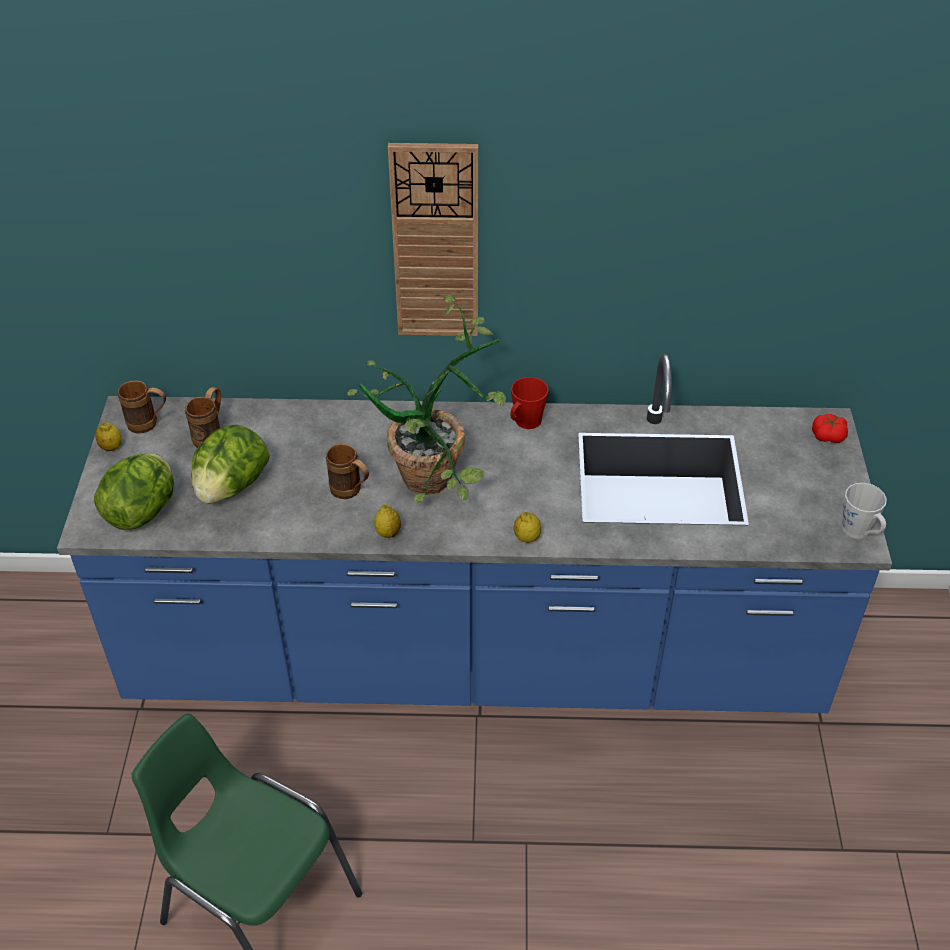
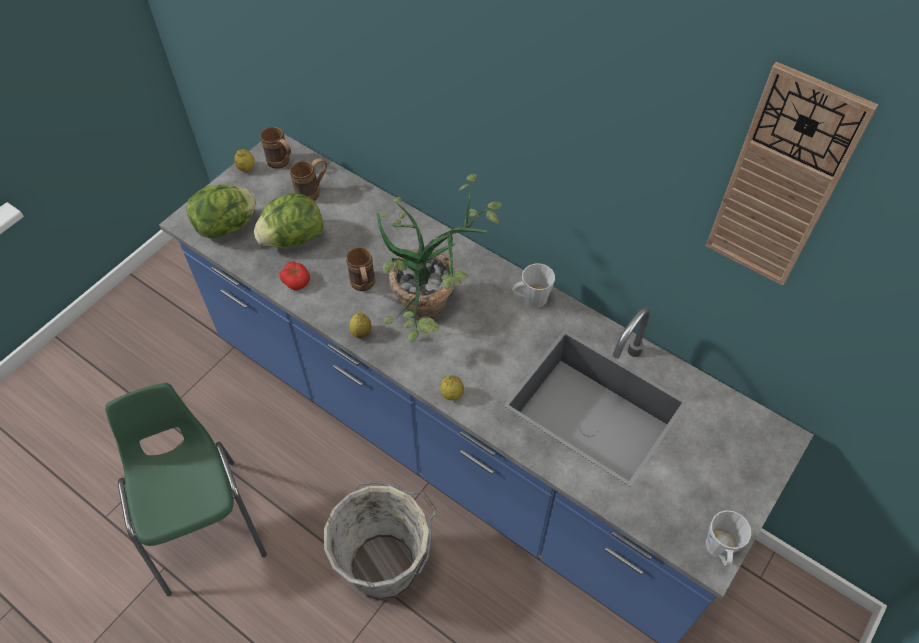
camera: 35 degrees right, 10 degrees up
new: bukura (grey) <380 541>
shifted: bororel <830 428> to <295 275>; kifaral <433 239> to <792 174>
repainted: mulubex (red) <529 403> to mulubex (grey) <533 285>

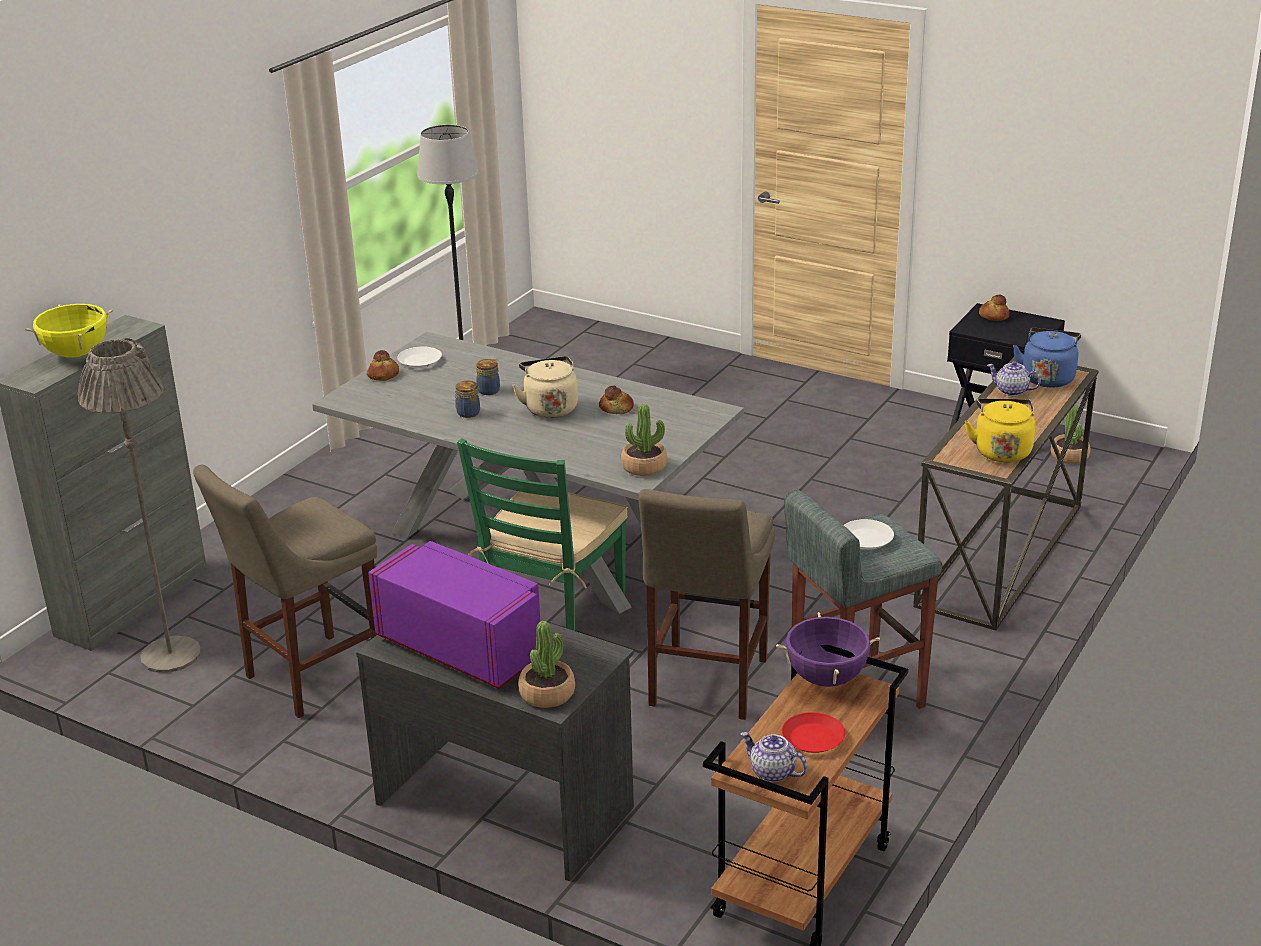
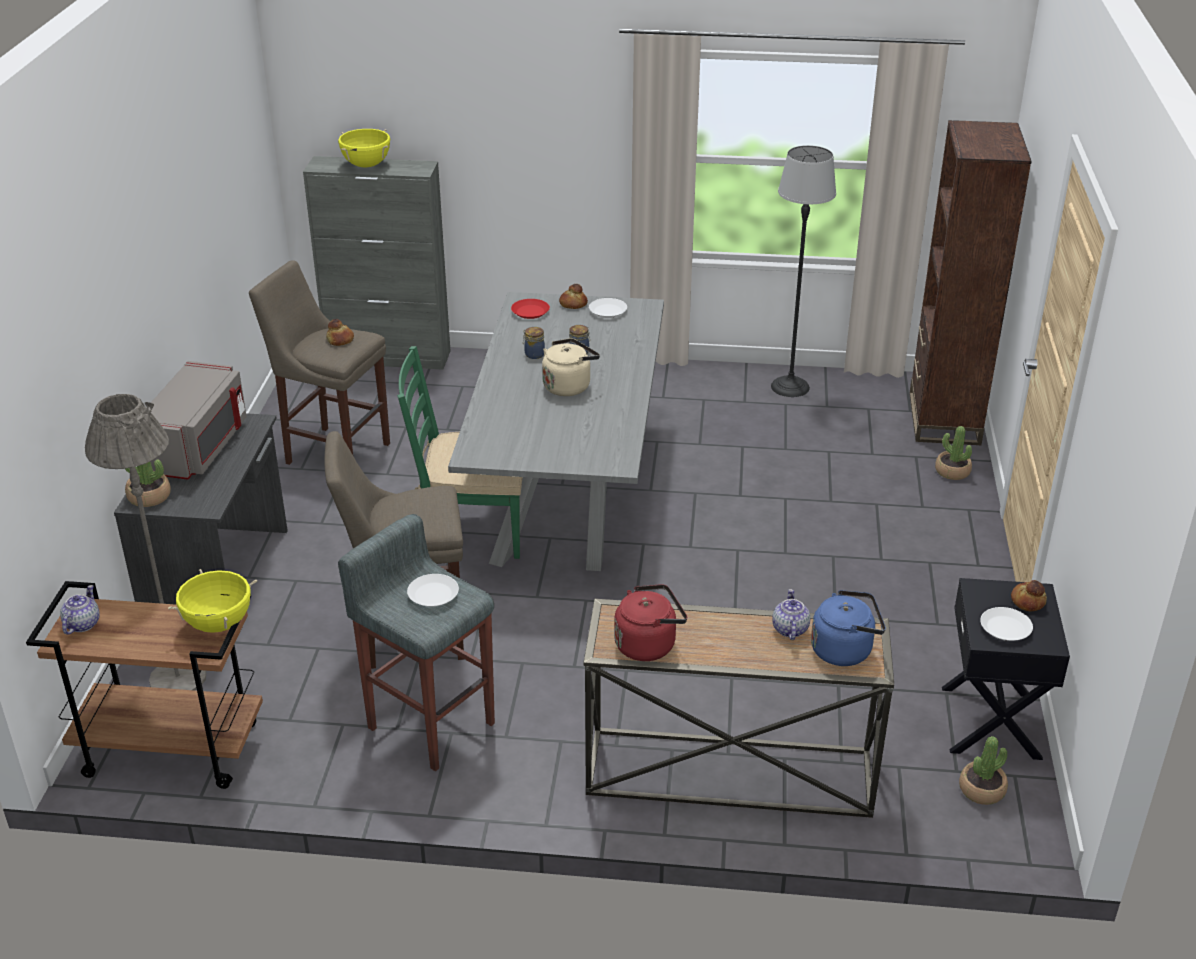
camera: 65 degrees right, 5 degrees up
new: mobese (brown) <970 282>; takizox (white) <1006 624>
shifted: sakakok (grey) <139 505> to <146 542>; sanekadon <616 400> to <340 332>; takizox (red) <813 732> to <530 309>; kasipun <644 440> to <953 453>
repainted: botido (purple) <454 615> to botido (grey) <197 420>; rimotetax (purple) <828 649> to rimotetax (yellow) <212 601>; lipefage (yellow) <1000 431> to lipefage (red) <650 622>

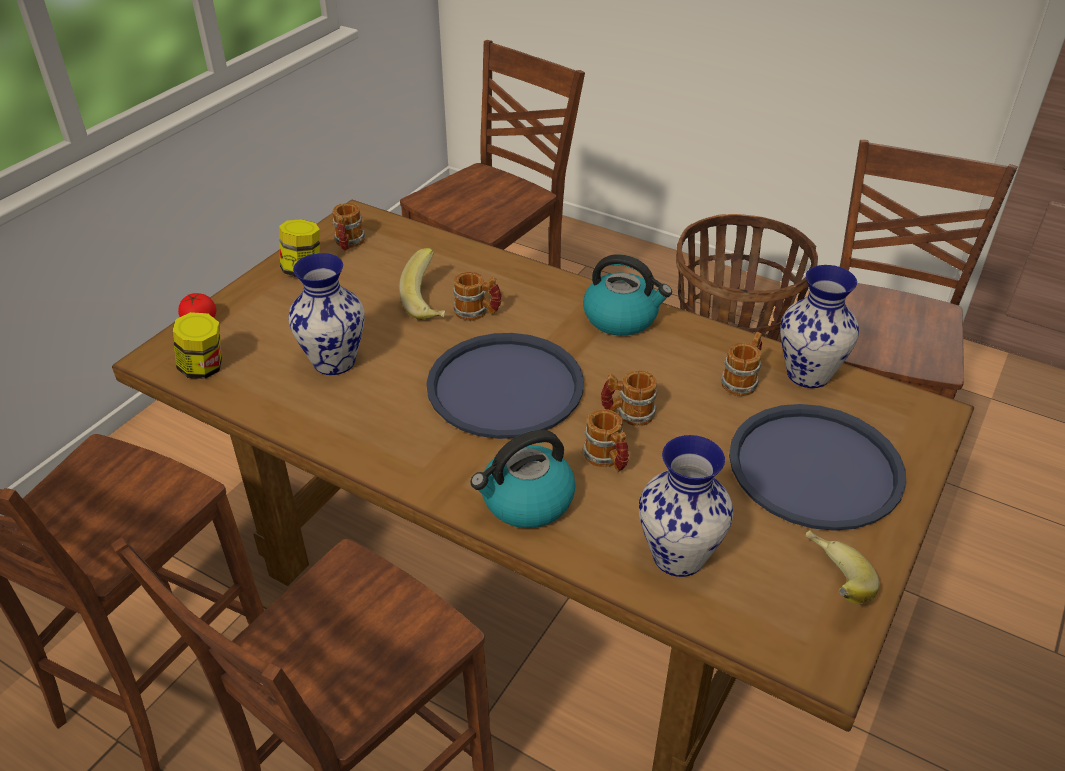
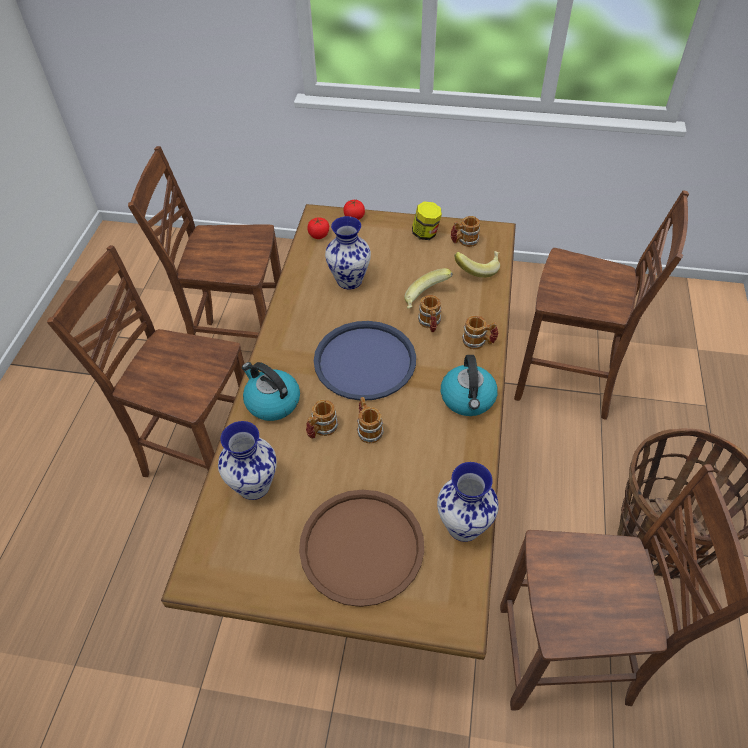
camera: 70 degrees right, 10 degrees up
shifted: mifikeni <843 567> to <477 264>; mulubex <741 364> to <480 332>
swapped: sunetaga <197 345> to bororel <318 228>
repainted: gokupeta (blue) <817 467> to gokupeta (brown) <361 548>

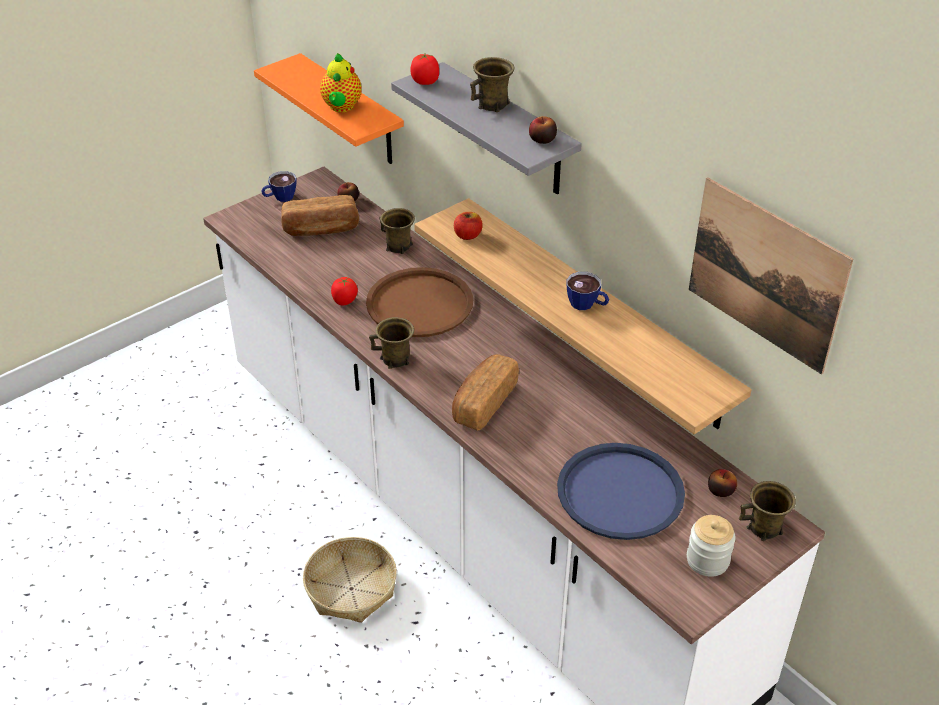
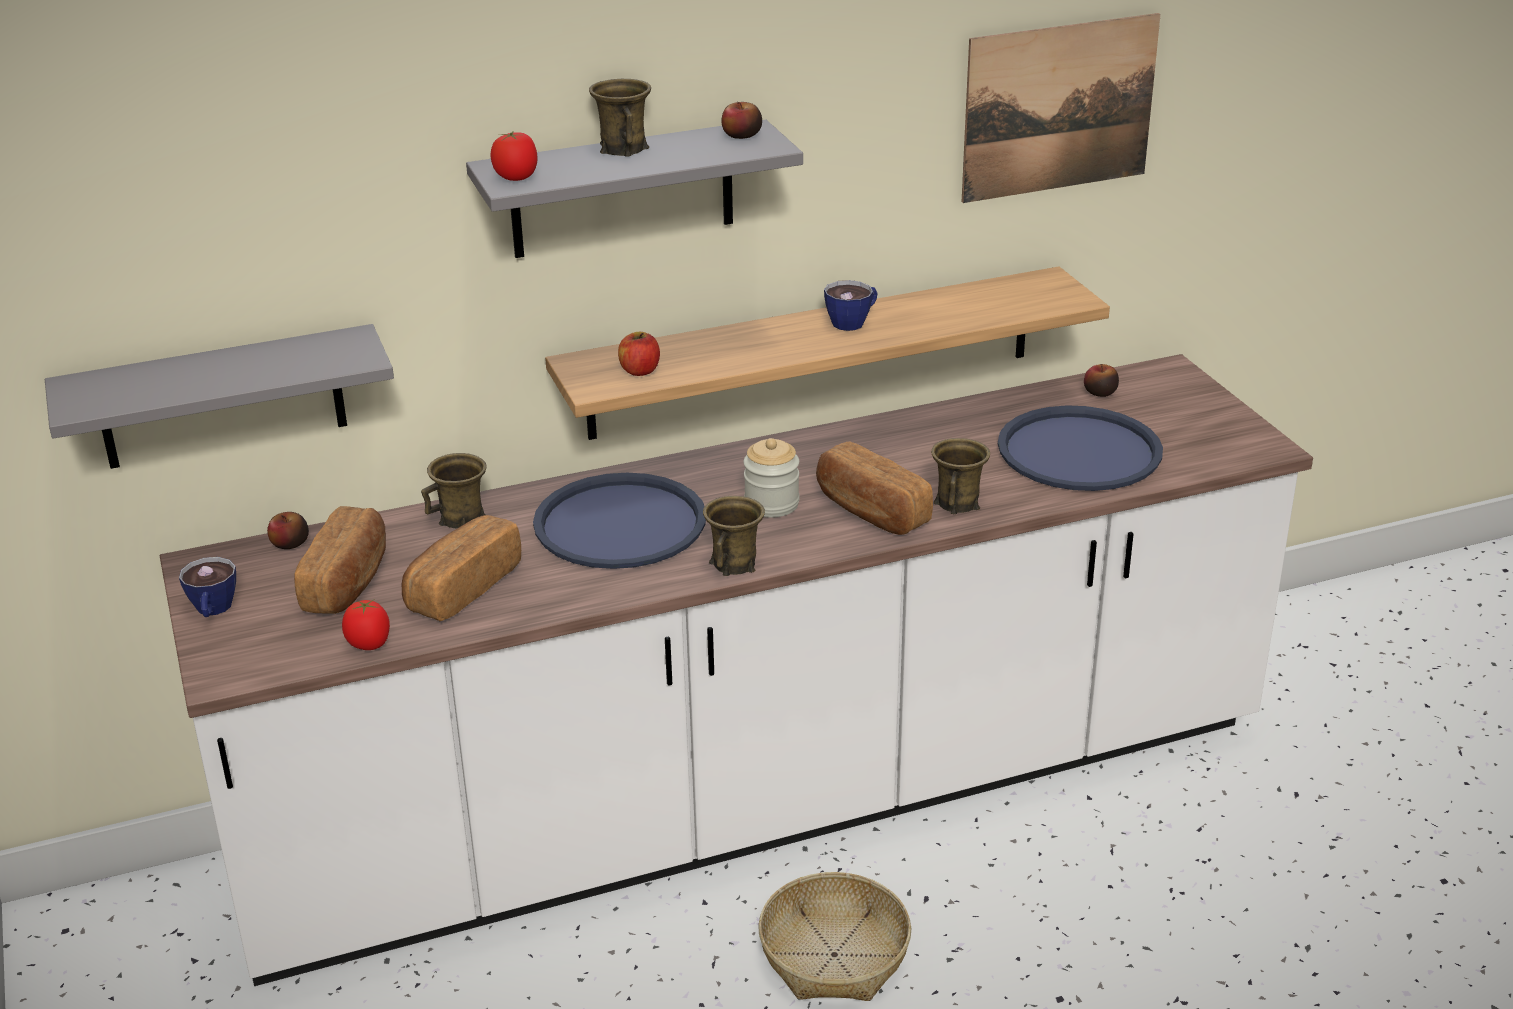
camera: 70 degrees left, 10 degrees down
gone: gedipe <340 82>
new: sanekadon <461 568>
shifted: bororel <344 291> to <366 624>; sunetaga <711 546> to <771 478>; mulubex (brown) <767 511> to <960 476>
repainted: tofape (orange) <329 108> to tofape (grey) <219 396>; gokupeta (brown) <419 302> to gokupeta (blue) <619 521>

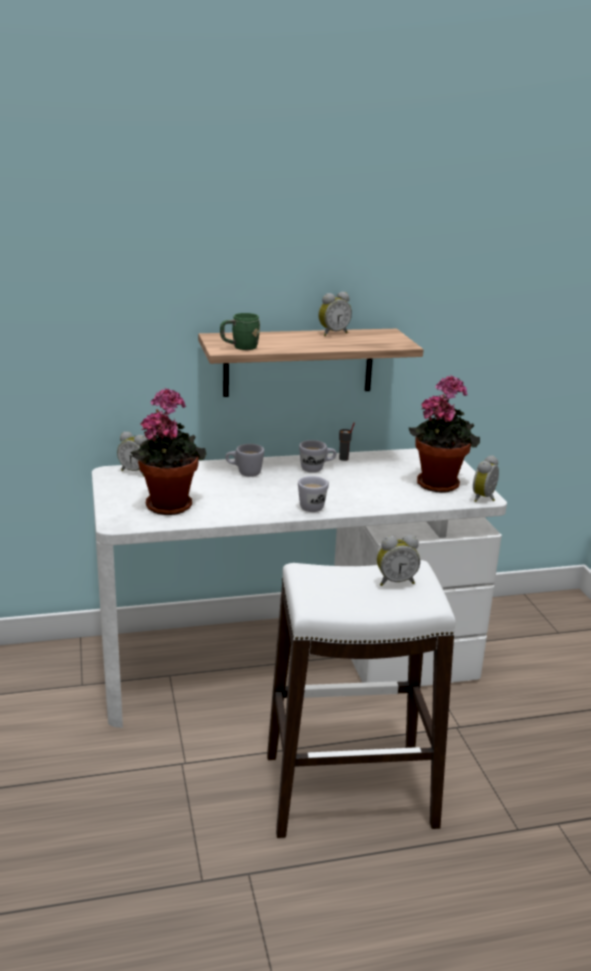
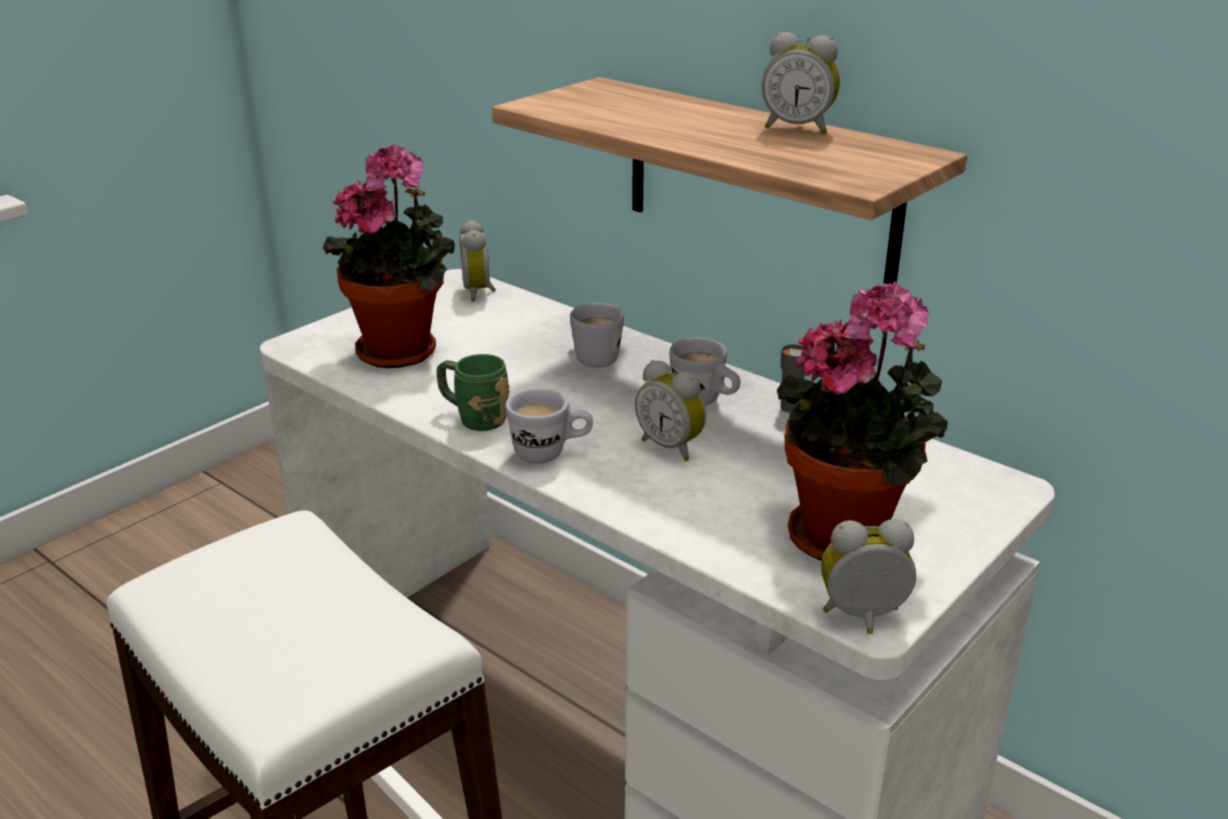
camera: 55 degrees right, 5 degrees up
shifted: mulubex (green) <240 331> to <473 392>; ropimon <398 560> to <670 410>

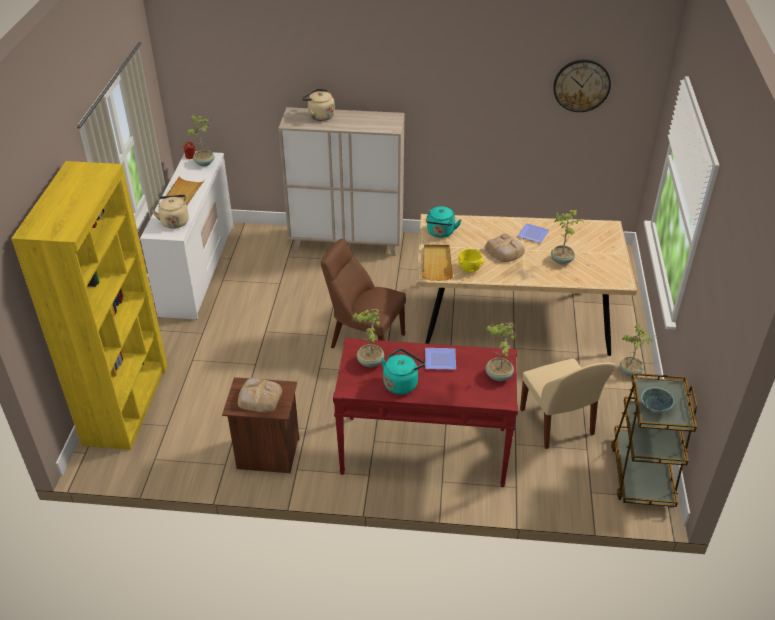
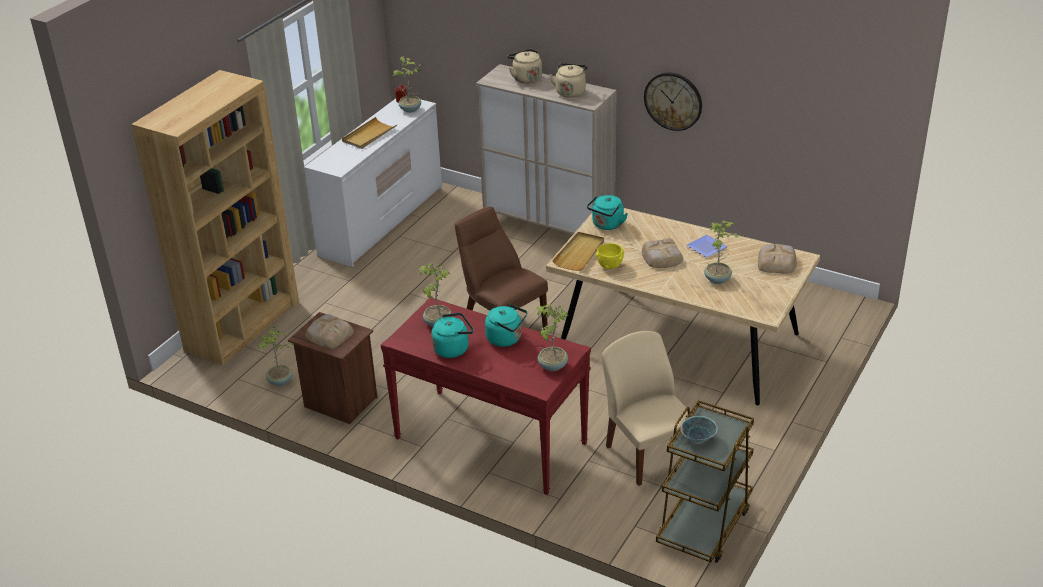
camera: 25 degrees right, 5 degrees down
new: sanekadon <777 259>
shifted: kasipun <638 350> to <276 355>; lipefage (beige) <170 212> to <568 80>; kifaral <582 85> to <673 101>
swapped: takizox <440 359> to lipefage (turquoise) <506 325>
repainted: mobese (yellow) <89 305> to mobese (brown) <215 217>
rotated: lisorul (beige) <568 404> = <646 408> 150 degrees clockwise

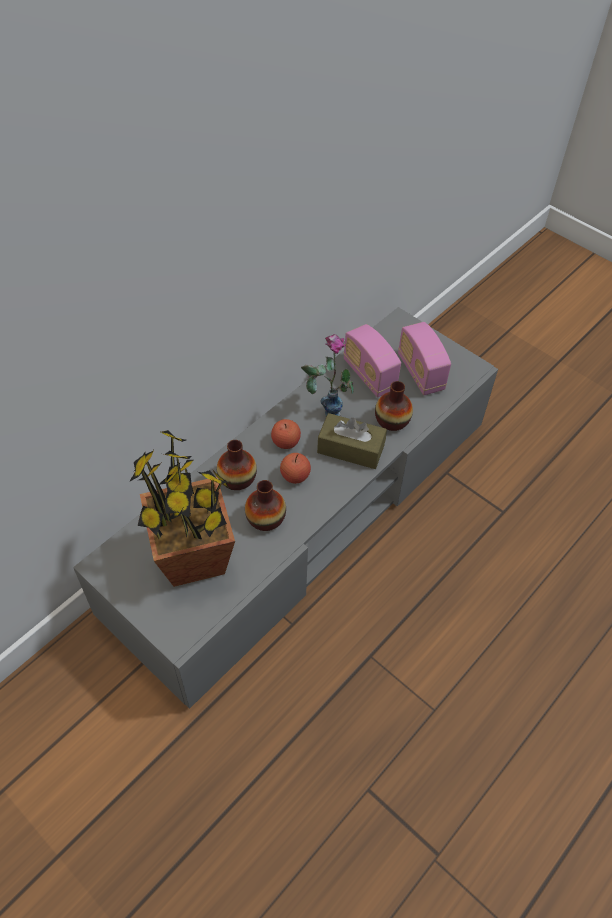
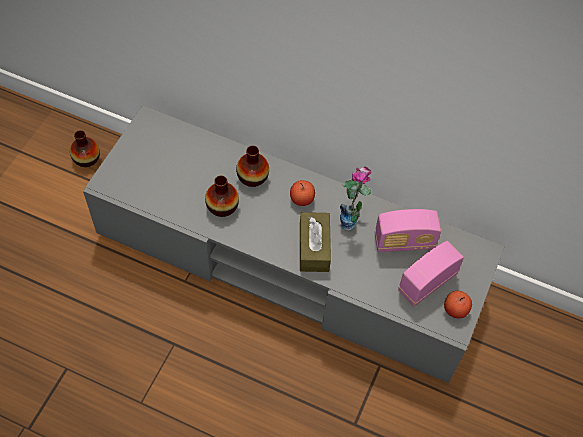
camera: 70 degrees right, 5 degrees up
gone: kasipun <182 508>
shifted: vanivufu <394 406> to <85 148>; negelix <295 468> to <458 304>
rotated: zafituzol <372 360> = <408 230> 135 degrees counterclockwise

